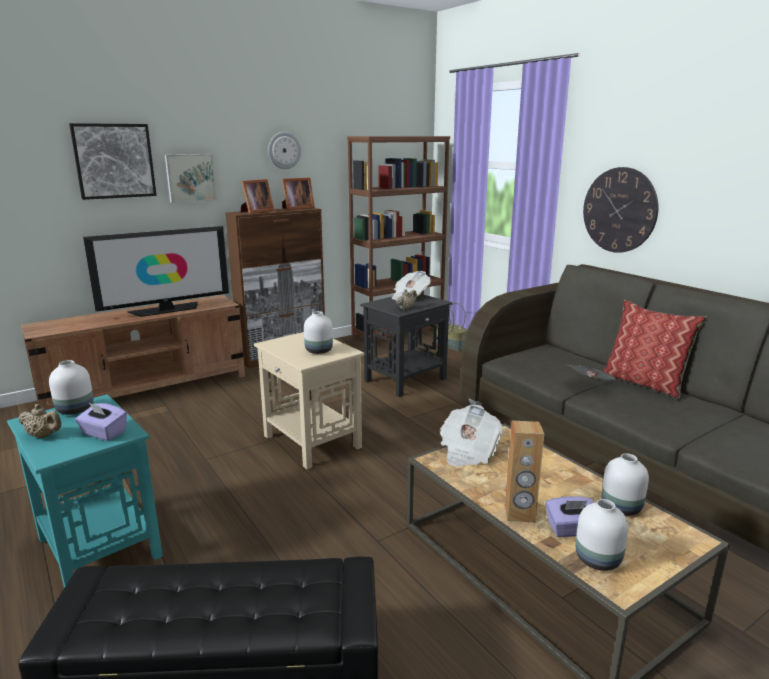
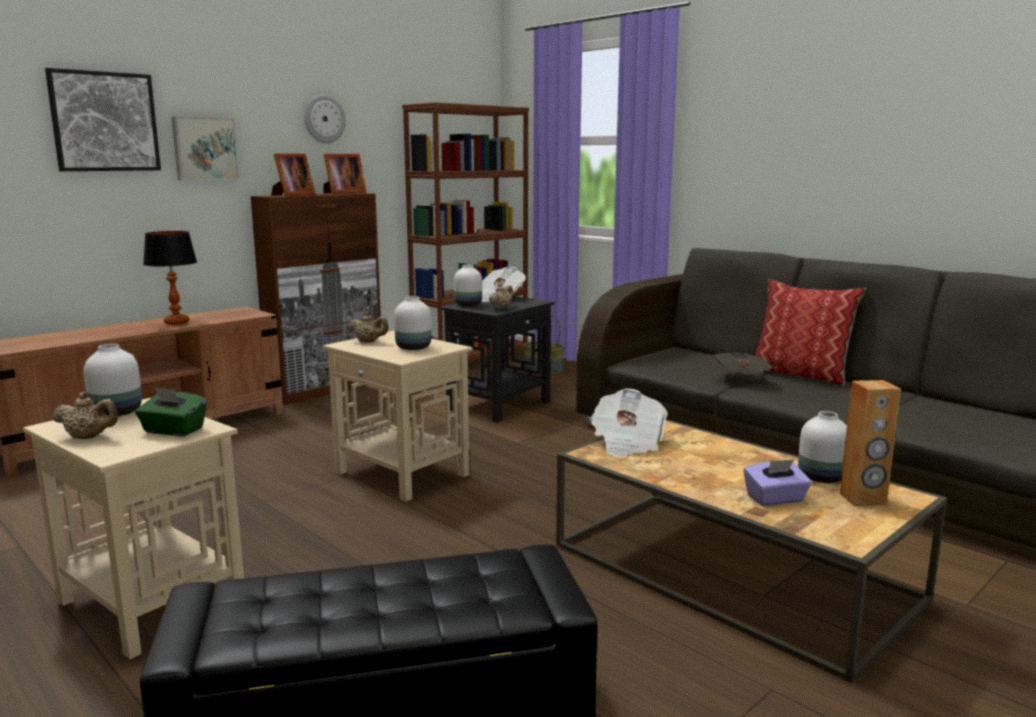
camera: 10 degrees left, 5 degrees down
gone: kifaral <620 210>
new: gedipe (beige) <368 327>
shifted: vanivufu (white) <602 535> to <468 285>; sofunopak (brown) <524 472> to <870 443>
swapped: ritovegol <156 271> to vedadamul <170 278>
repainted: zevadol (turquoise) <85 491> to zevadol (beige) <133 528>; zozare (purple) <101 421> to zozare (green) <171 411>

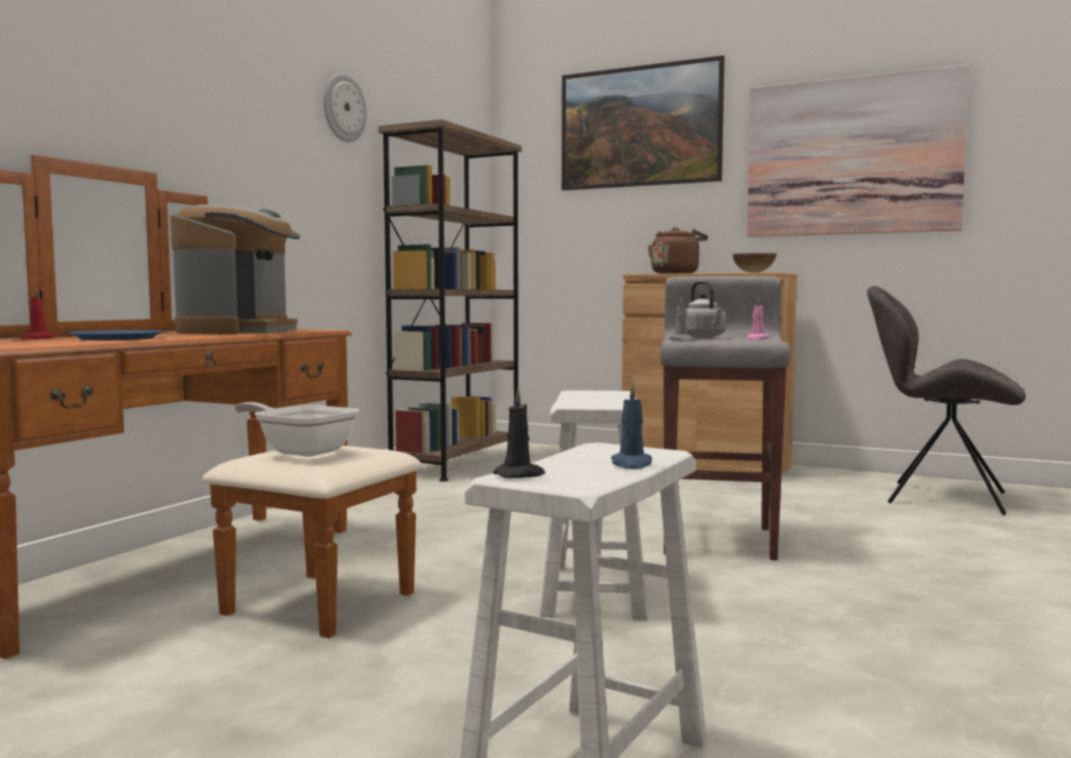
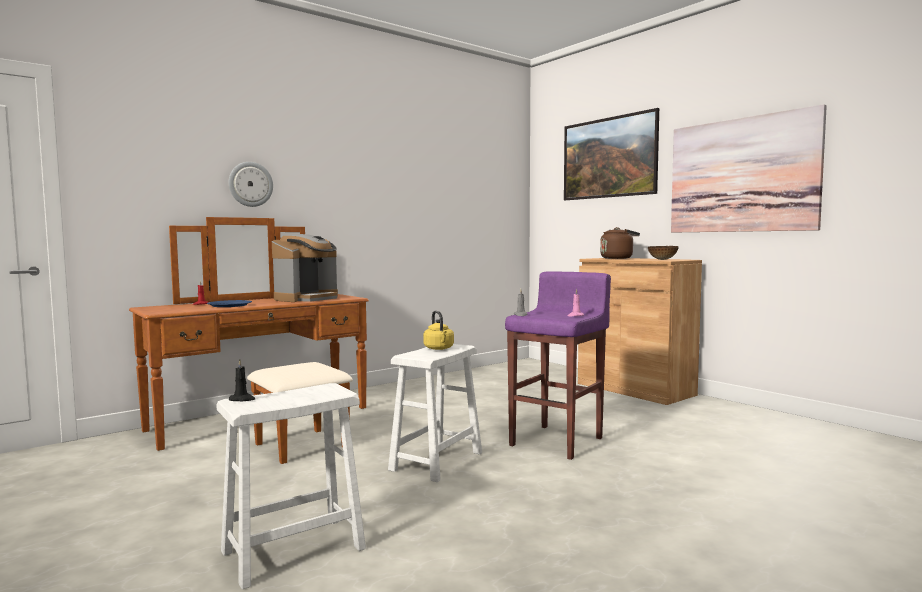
camera: 25 degrees right, 0 degrees up
gone: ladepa <296 429>; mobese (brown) <450 300>; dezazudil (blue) <631 425>; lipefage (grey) <706 309>; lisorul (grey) <946 400>
new: lipefage (yellow) <438 330>
shifted: kifaral <345 107> to <251 184>
repainted: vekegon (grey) <725 418> to vekegon (purple) <558 365>

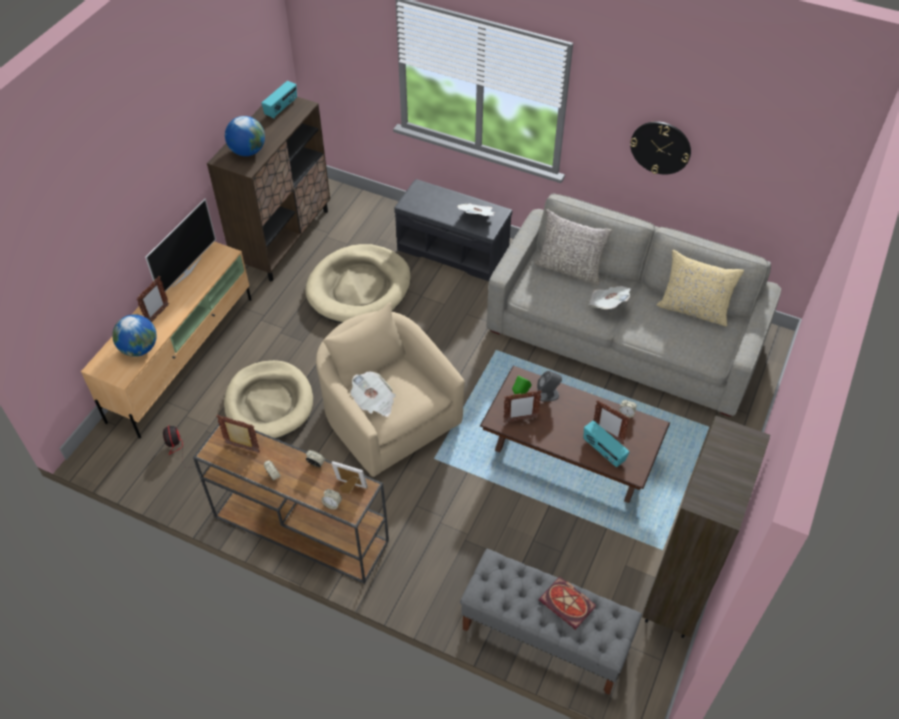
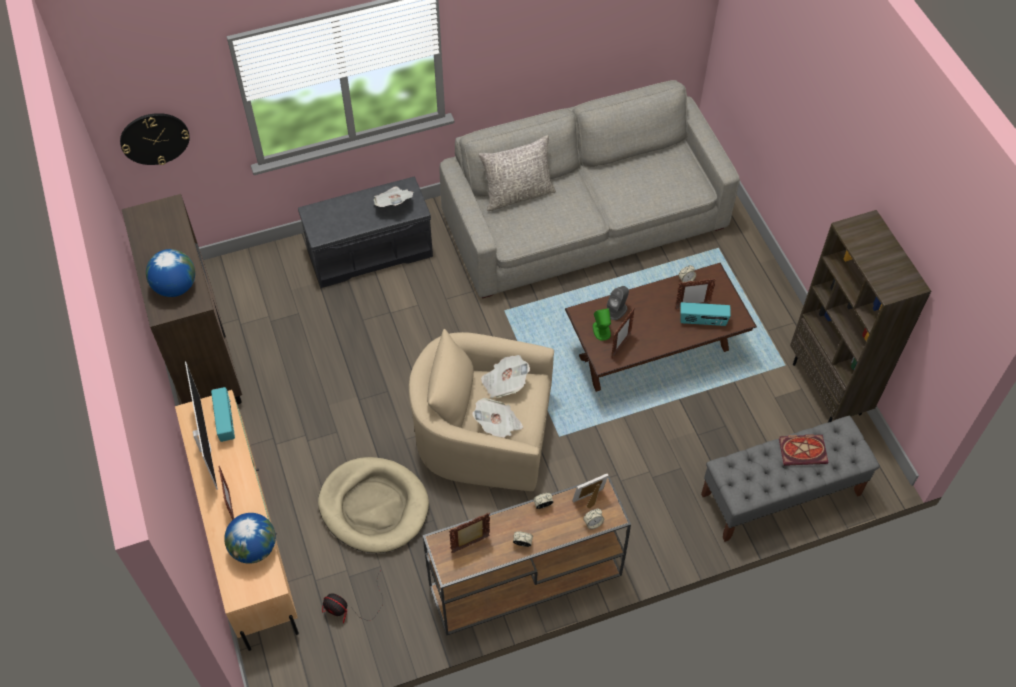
camera: 45 degrees left, 5 degrees up
gone: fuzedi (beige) <358 283>; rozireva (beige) <700 288>
shifted: kifaral <660 147> to <155 139>; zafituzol <279 100> to <223 414>; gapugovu <609 297> to <505 376>

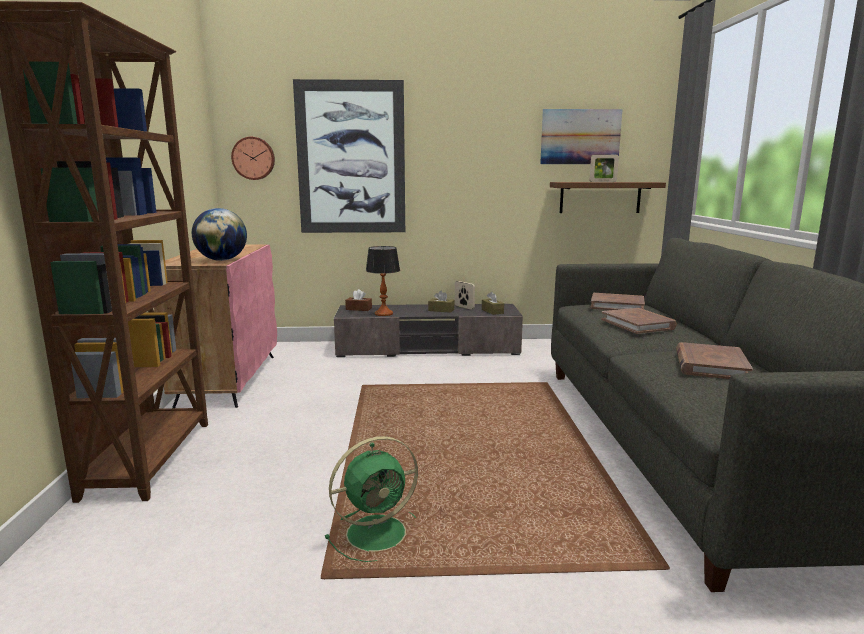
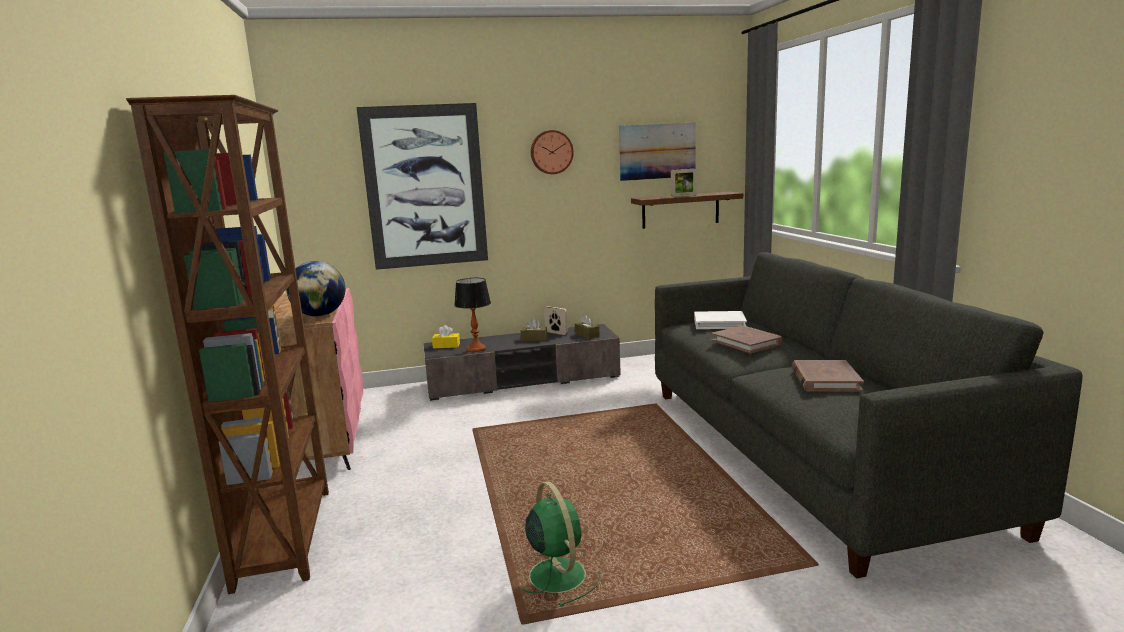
camera: 10 degrees left, 0 degrees up
shifted: kifaral <253 158> to <552 152>
repainted: zozare (brown) <358 300> to zozare (yellow) <446 336>; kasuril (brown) <617 301> to kasuril (white) <720 320>
rotated: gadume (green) <371 499> = <558 544> 75 degrees counterclockwise

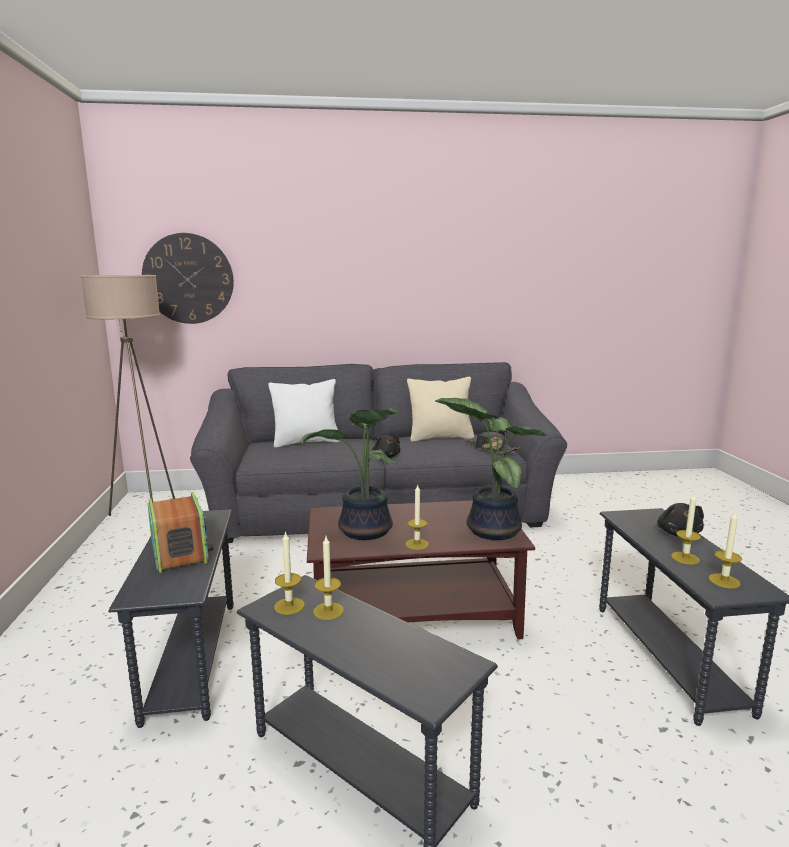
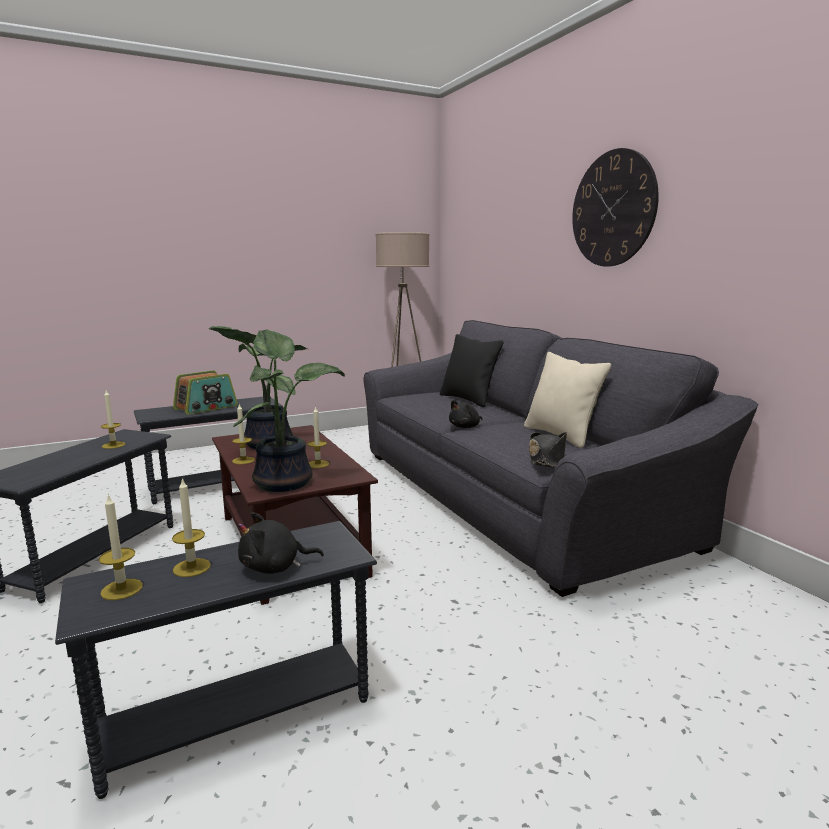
camera: 70 degrees right, 0 degrees up
shifted: dezazudil <289 573> to <318 437>; kifaral <188 278> to <615 207>
repainted: rozireva (white) <304 413> to rozireva (black) <472 370>

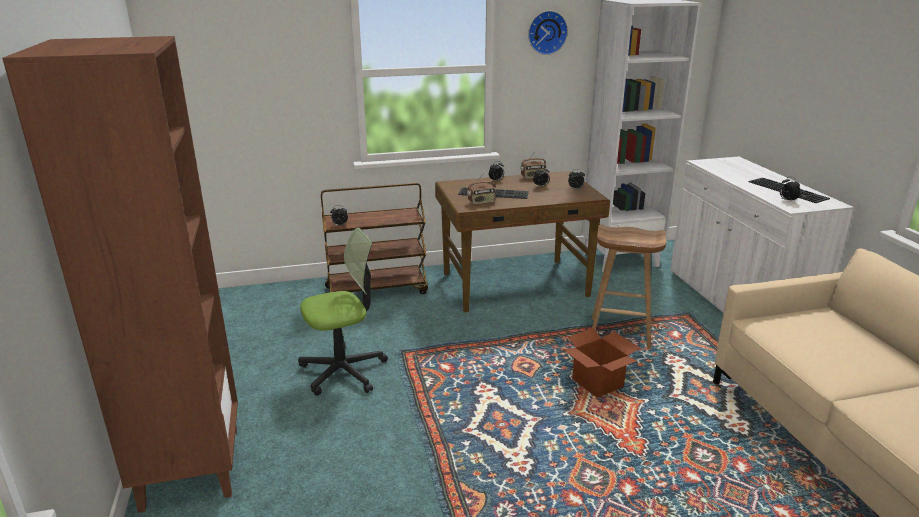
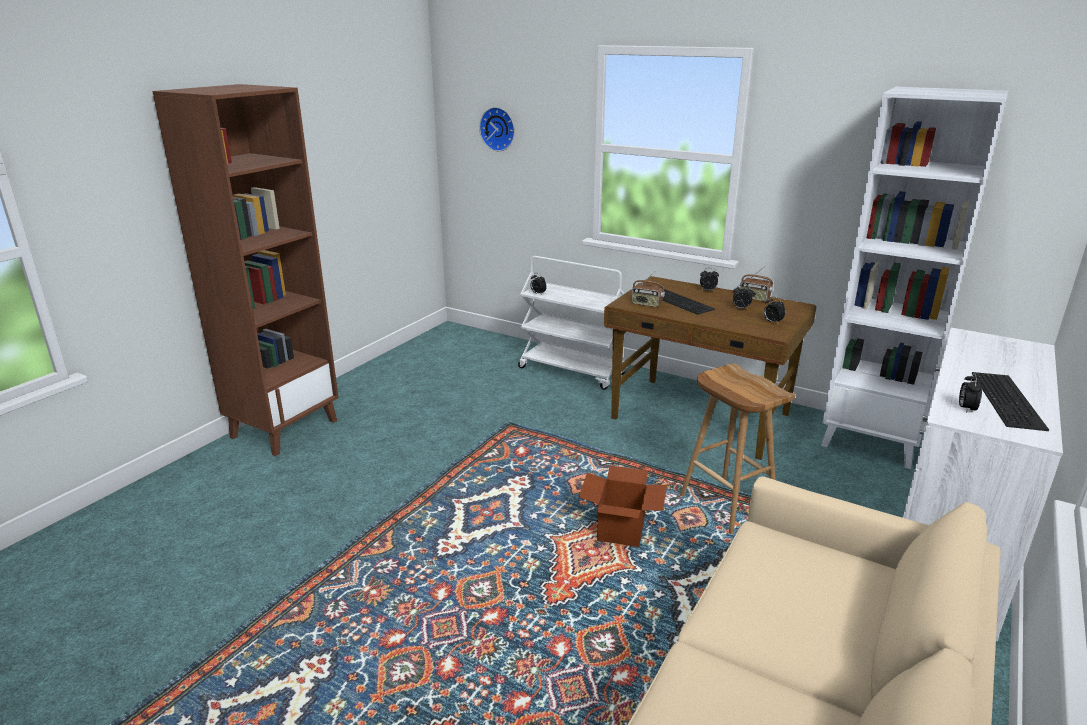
camera: 45 degrees right, 0 degrees up
gone: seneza <343 312>
shifted: kifaral <548 33> to <497 129>
repainted: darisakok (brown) <374 238> to darisakok (white) <572 323>

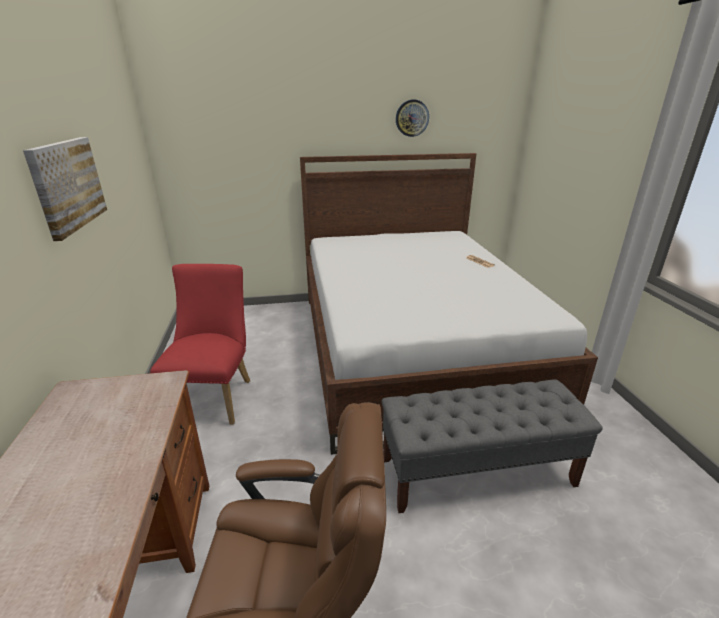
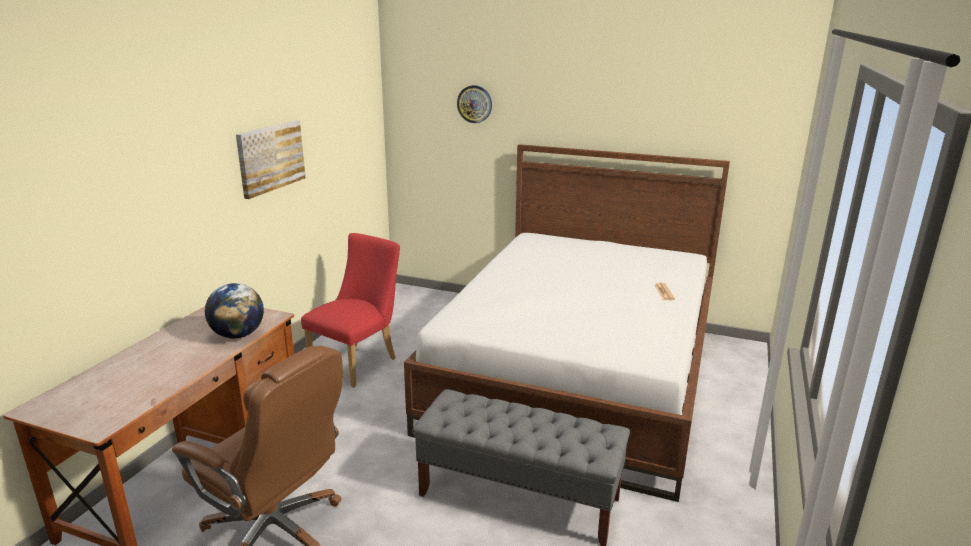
camera: 30 degrees right, 5 degrees down
new: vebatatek <234 311>
shifted: kifaral <412 118> to <474 104>

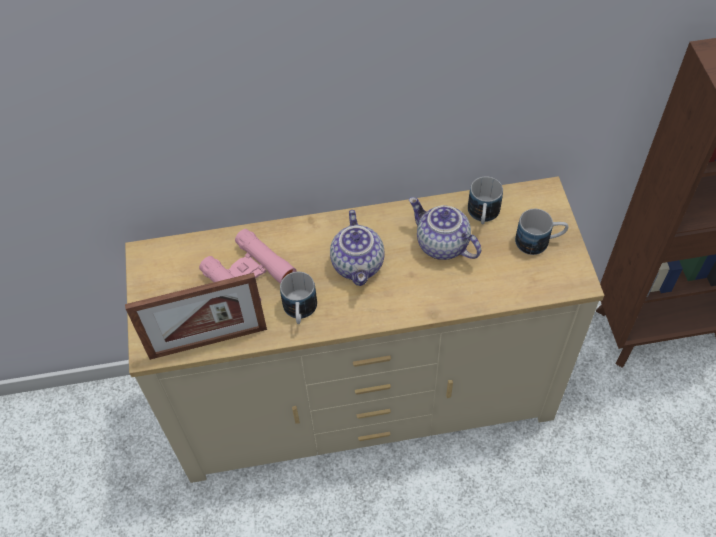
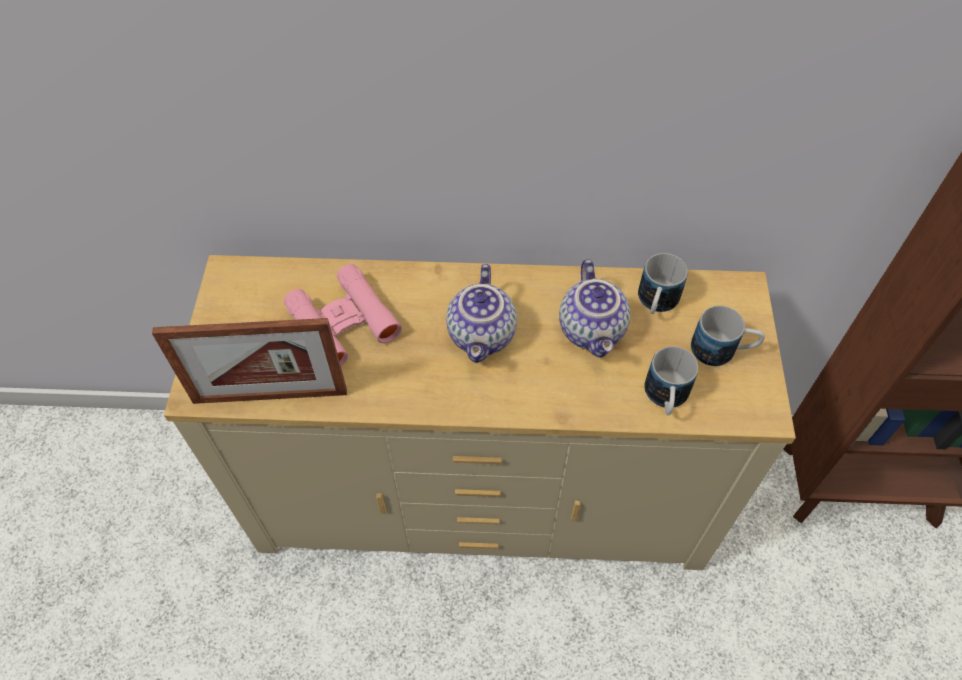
camera: 10 degrees right, 0 degrees up
shifted: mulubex <298 298> to <671 380>
rotated: gedipe <445 228> = <595 308> 150 degrees counterclockwise

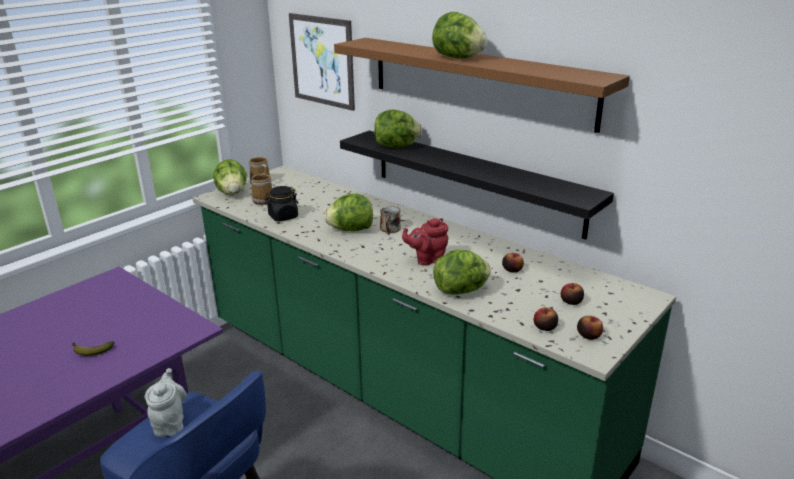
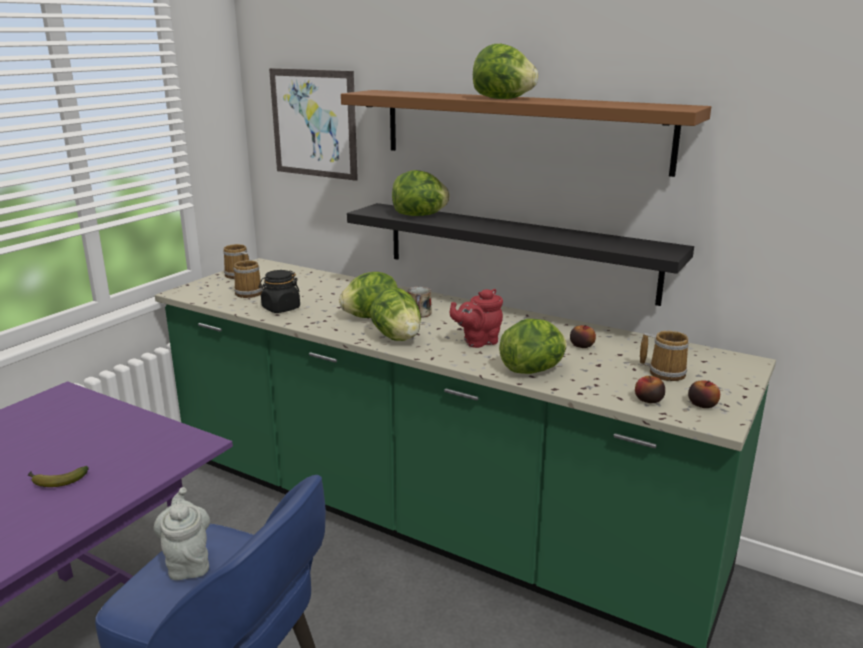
camera: 10 degrees left, 5 degrees down
shifted: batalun <230 177> to <395 314>
swapped: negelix <572 294> to mulubex <664 356>

